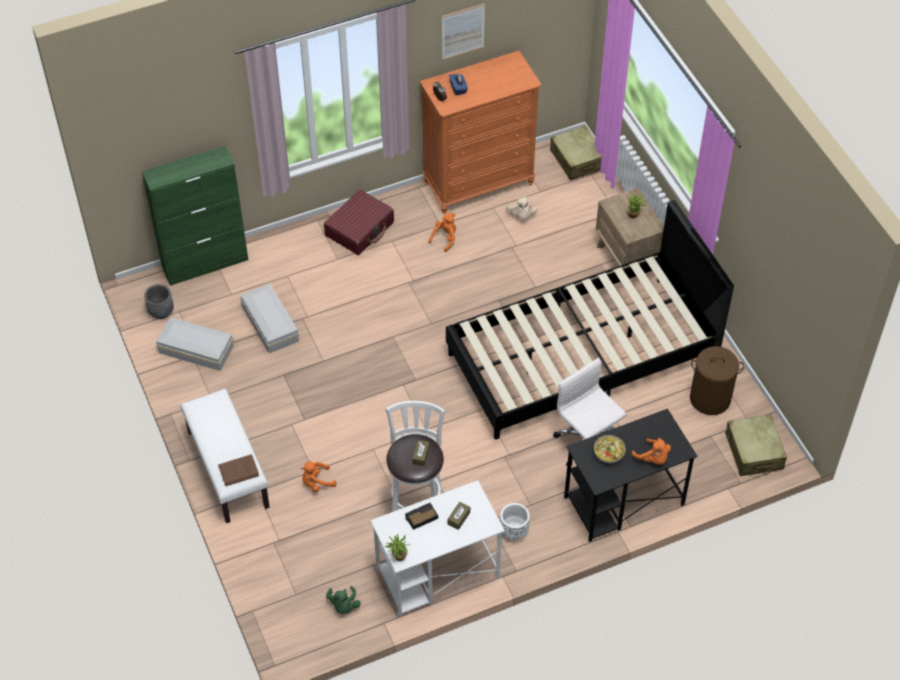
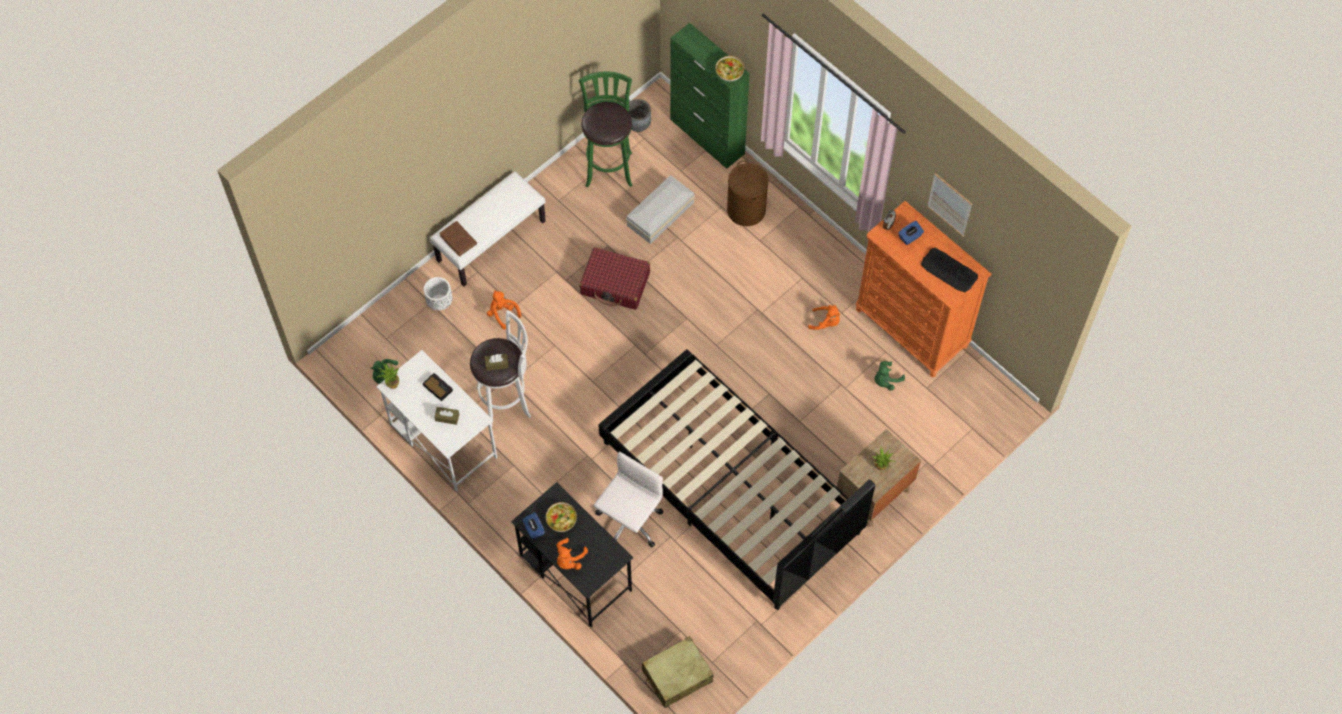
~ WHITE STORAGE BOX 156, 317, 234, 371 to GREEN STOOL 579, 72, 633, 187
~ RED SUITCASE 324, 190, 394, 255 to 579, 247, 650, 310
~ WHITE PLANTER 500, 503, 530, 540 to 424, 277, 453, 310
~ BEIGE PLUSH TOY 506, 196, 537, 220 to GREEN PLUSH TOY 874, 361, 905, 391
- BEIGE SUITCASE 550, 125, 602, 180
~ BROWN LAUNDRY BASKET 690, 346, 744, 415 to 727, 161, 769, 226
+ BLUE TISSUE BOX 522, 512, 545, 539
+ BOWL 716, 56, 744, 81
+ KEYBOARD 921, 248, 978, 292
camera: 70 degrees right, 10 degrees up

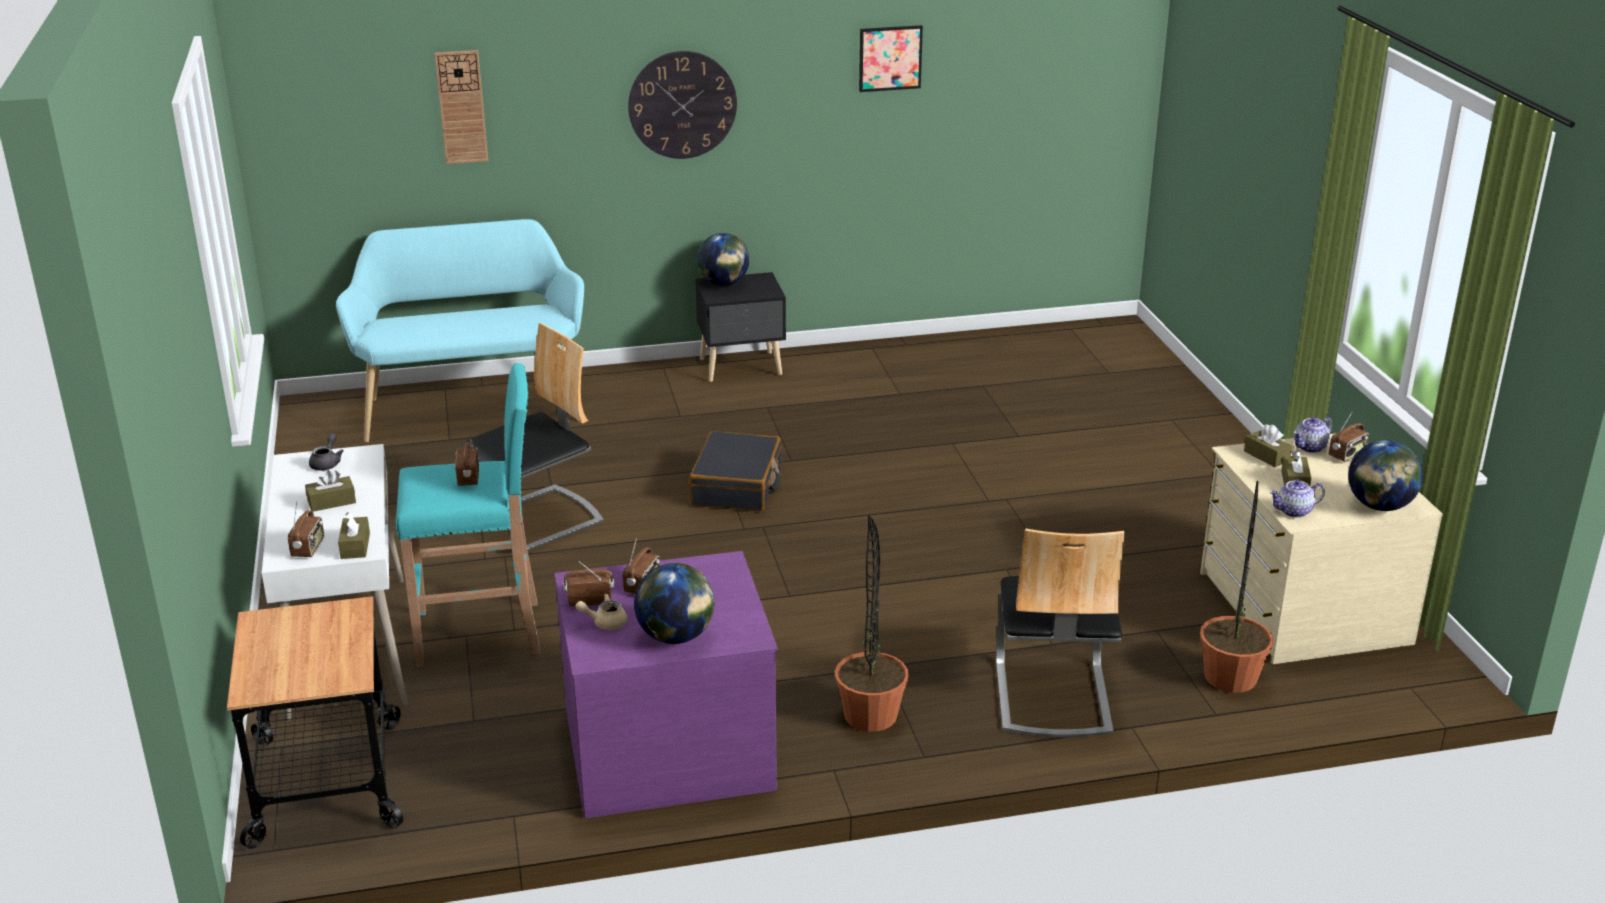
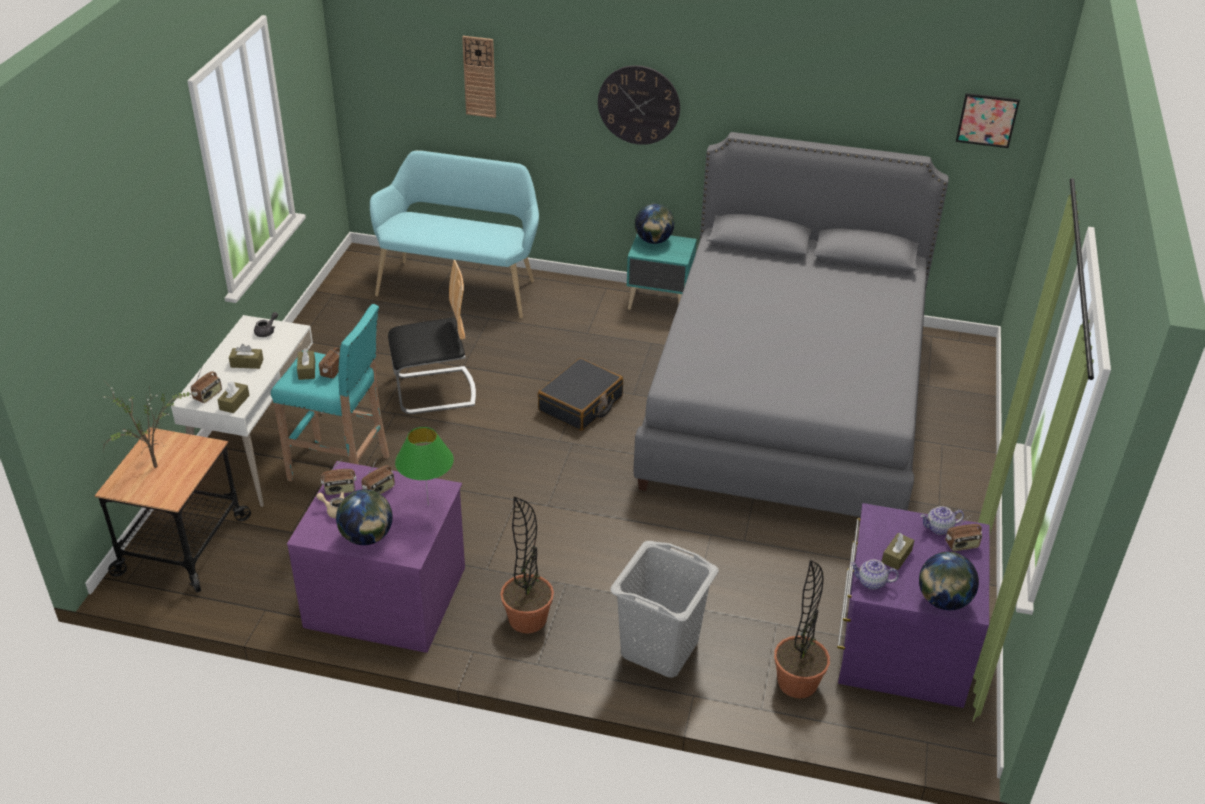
~ RADIO 563, 561, 614, 607 = 321, 459, 356, 495 150 degrees clockwise
~ BLACK NIGHTSTAND 695, 272, 786, 382 to TURQUOISE NIGHTSTAND 627, 234, 697, 310
~ PICTURE 859, 25, 923, 92 to 956, 93, 1020, 148
~ CHAIR 996, 528, 1125, 737 to GREY LAUNDRY BASKET 610, 541, 718, 678
~ BEIGE DRESSER 1200, 433, 1443, 664 to PURPLE DRESSER 837, 503, 990, 708
~ BROWN TISSUE BOX 1244, 424, 1292, 467 to 297, 348, 315, 380
+ POTTED PLANT 103, 386, 195, 468
+ GREEN TABLE LAMP 395, 427, 454, 506
+ GREY BED 633, 132, 949, 517
camera: 25 degrees right, 10 degrees up

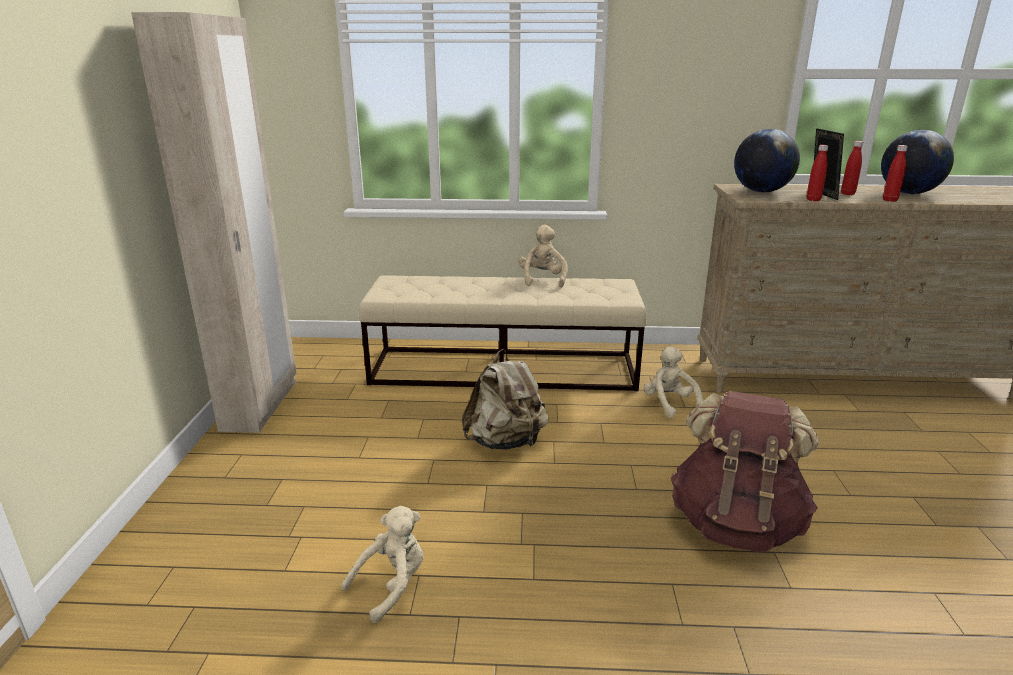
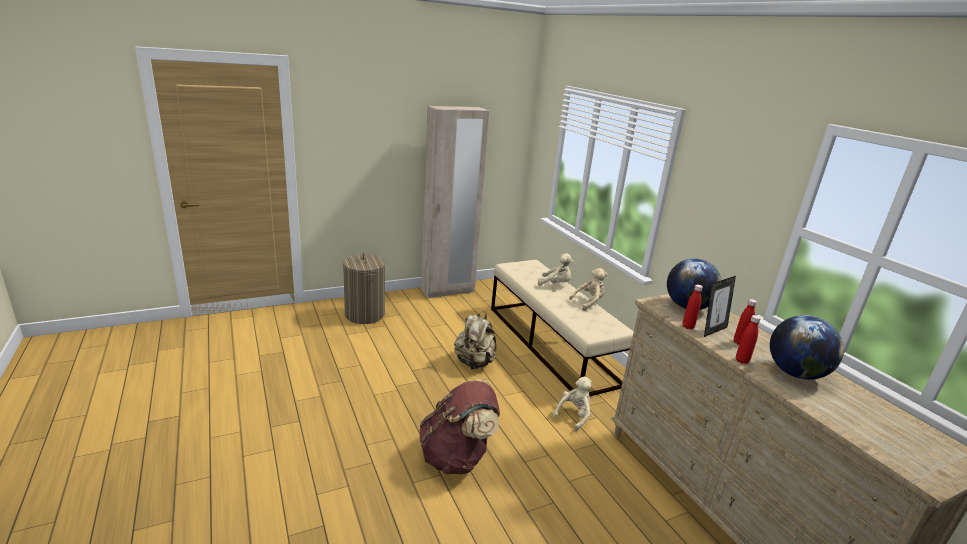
~ BEIGE PLUSH TOY 341, 506, 423, 623 to 538, 253, 573, 286
+ LAUNDRY BASKET 343, 252, 385, 324
camera: 60 degrees right, 0 degrees up

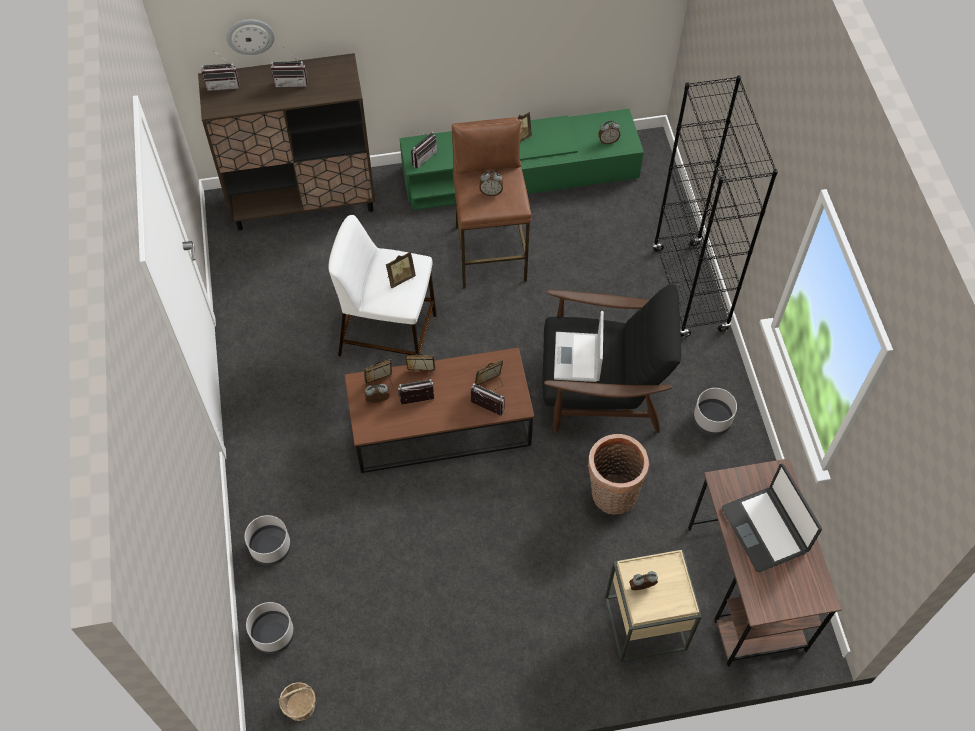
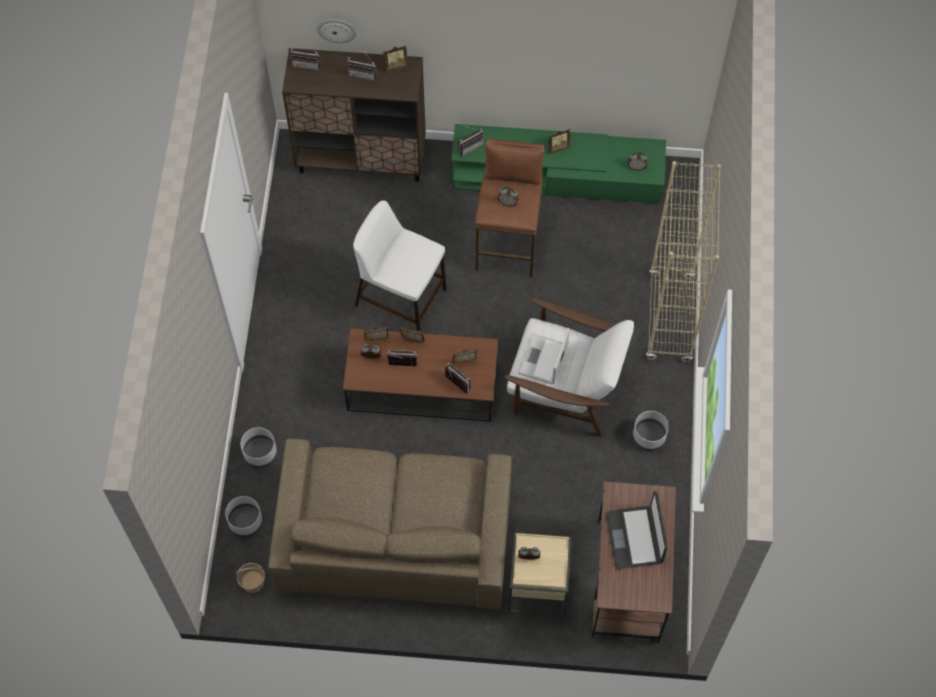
~ PICTURE FRAME 386, 251, 416, 288 to 383, 46, 408, 73
~ BLACK ARMCHAIR 542, 285, 681, 433 to WHITE ARMCHAIR 504, 298, 634, 437
- BASKET 587, 434, 649, 514
~ BLACK BOOKCASE 653, 75, 778, 338 to BEIGE BOOKCASE 646, 161, 721, 363
+ BROWN SOFA 268, 439, 512, 609
camera: 15 degrees right, 5 degrees up

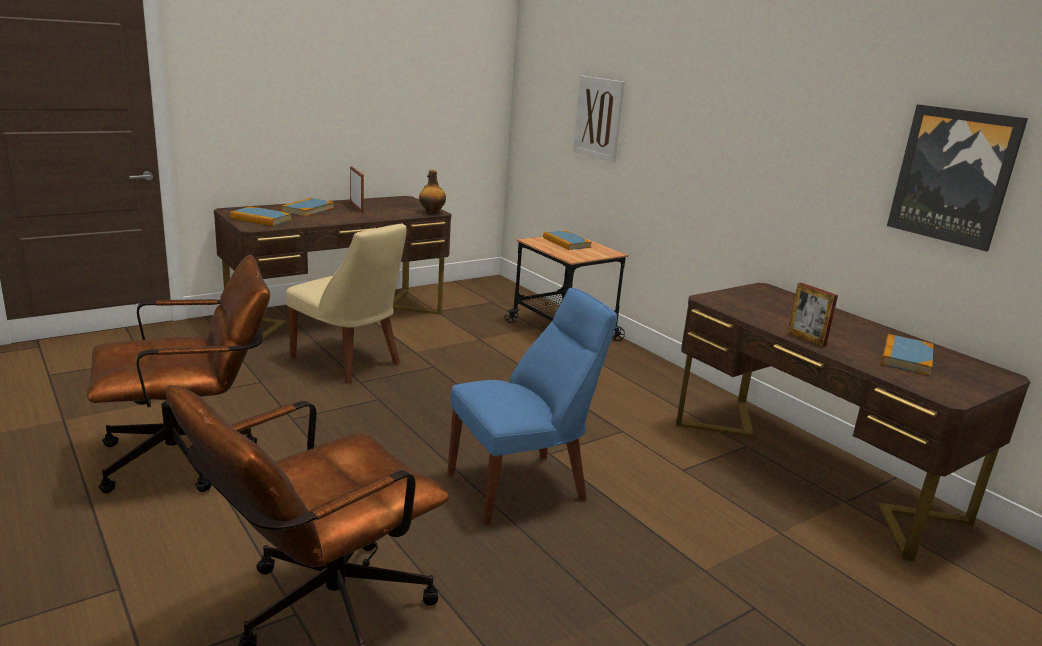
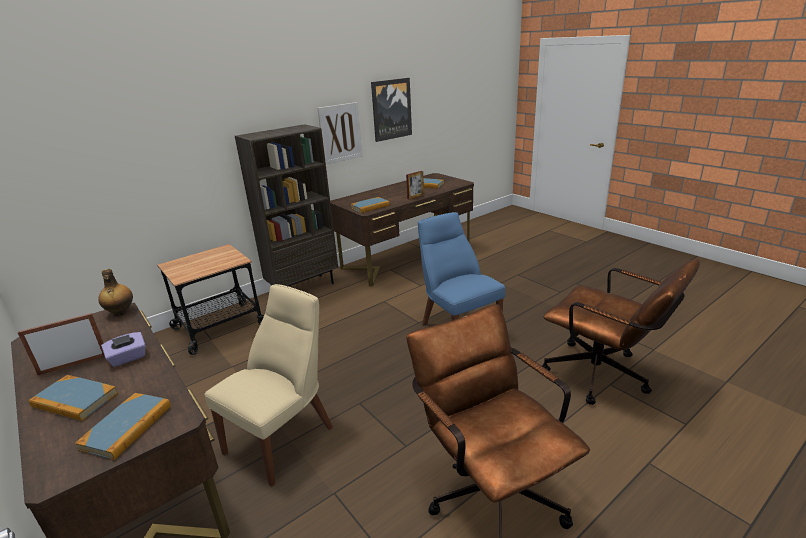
~ BOOK 543, 231, 592, 250 to 351, 197, 390, 213
~ PICTURE 573, 76, 625, 162 to 317, 102, 362, 164
+ PURPLE TISSUE BOX 101, 332, 145, 367
+ BROWN BOOKCASE 235, 124, 338, 286
camera: 90 degrees left, 5 degrees up

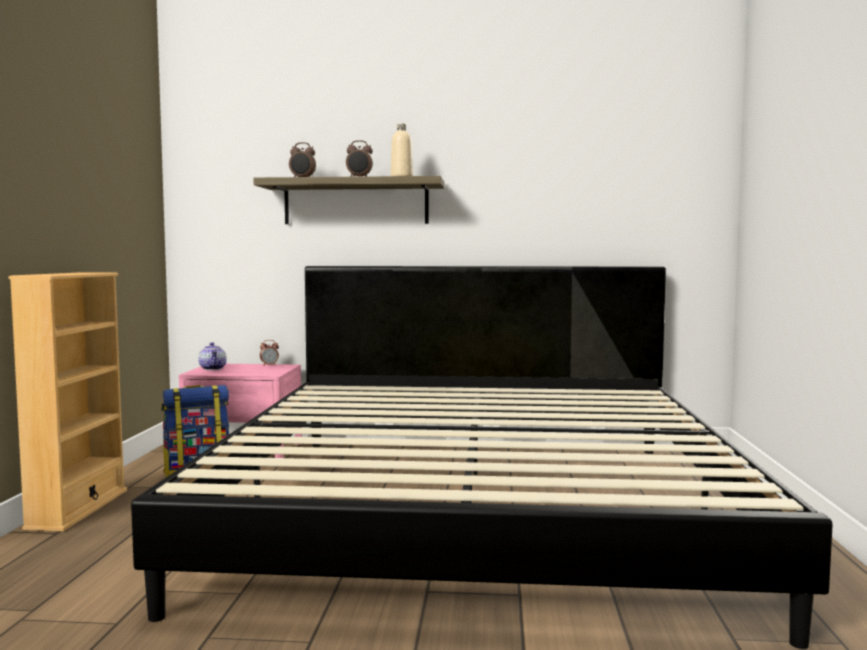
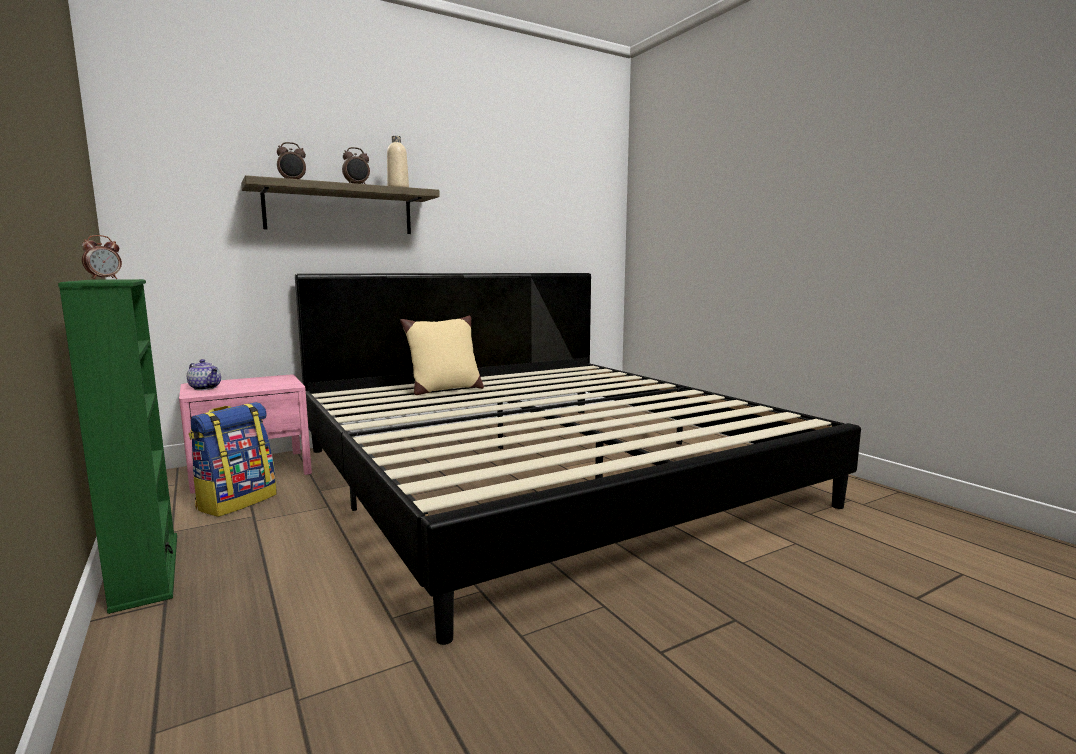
~ BEIGE BOOKCASE 9, 272, 127, 532 to GREEN BOOKCASE 58, 279, 177, 614
~ ALARM CLOCK 260, 340, 279, 366 to 82, 235, 122, 279
+ BEIGE PILLOW 400, 316, 484, 395
camera: 35 degrees left, 5 degrees up

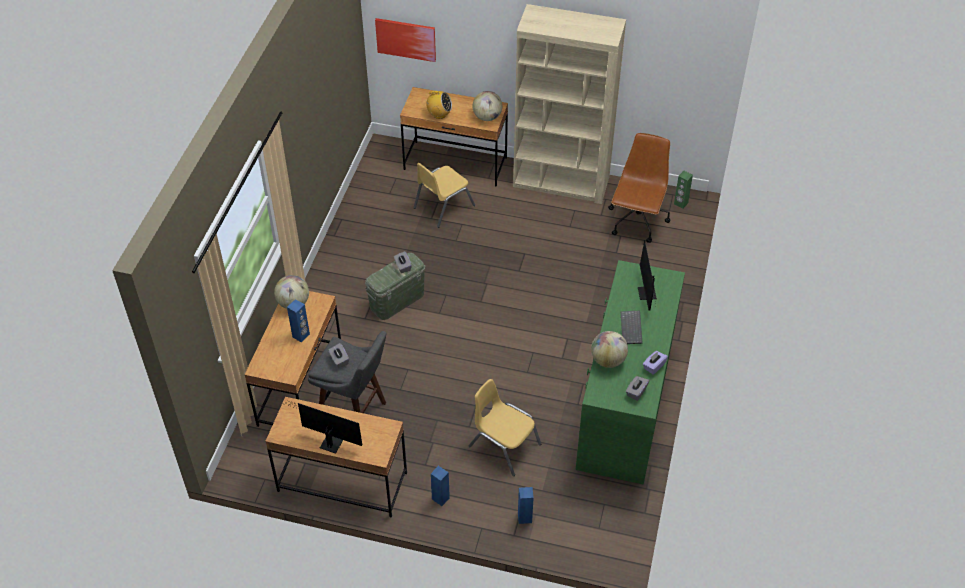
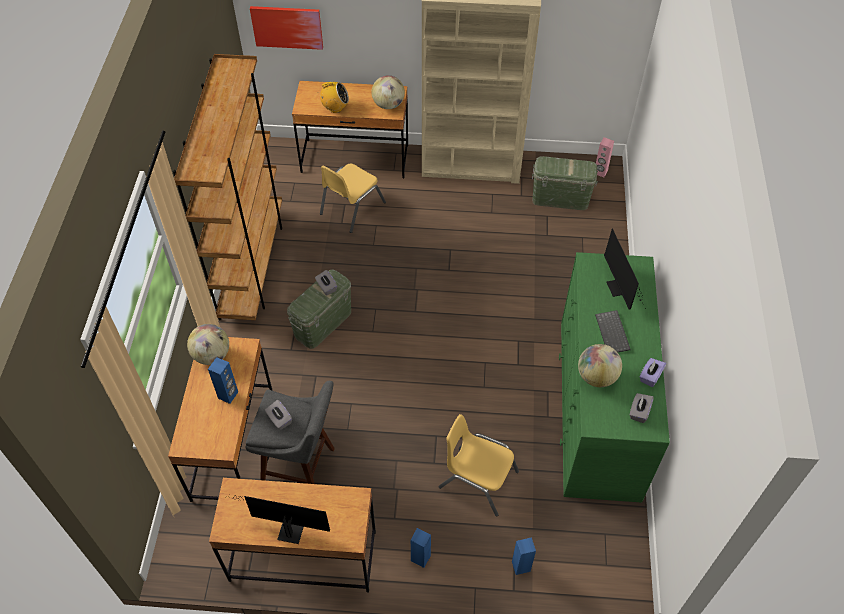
~ BROWN OFFICE CHAIR 608, 133, 671, 243 to GREEN STORAGE BOX 532, 156, 598, 210
~ GREEN SPEAKER 674, 171, 693, 208 to PINK SPEAKER 596, 137, 614, 177
+ BROWN BOOKCASE 173, 54, 282, 320
camera: 10 degrees left, 5 degrees up

